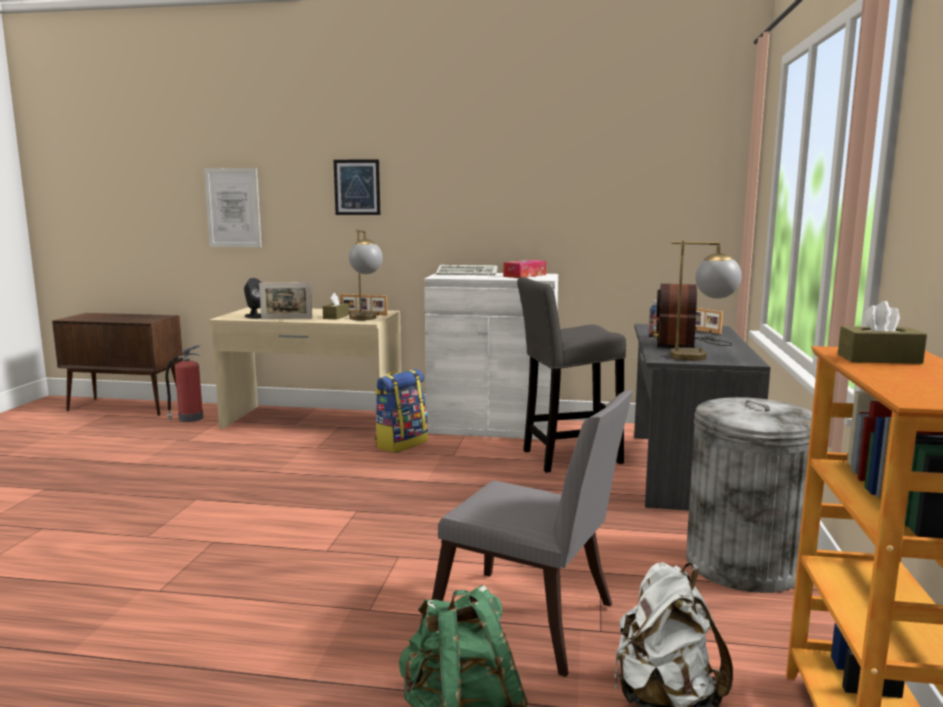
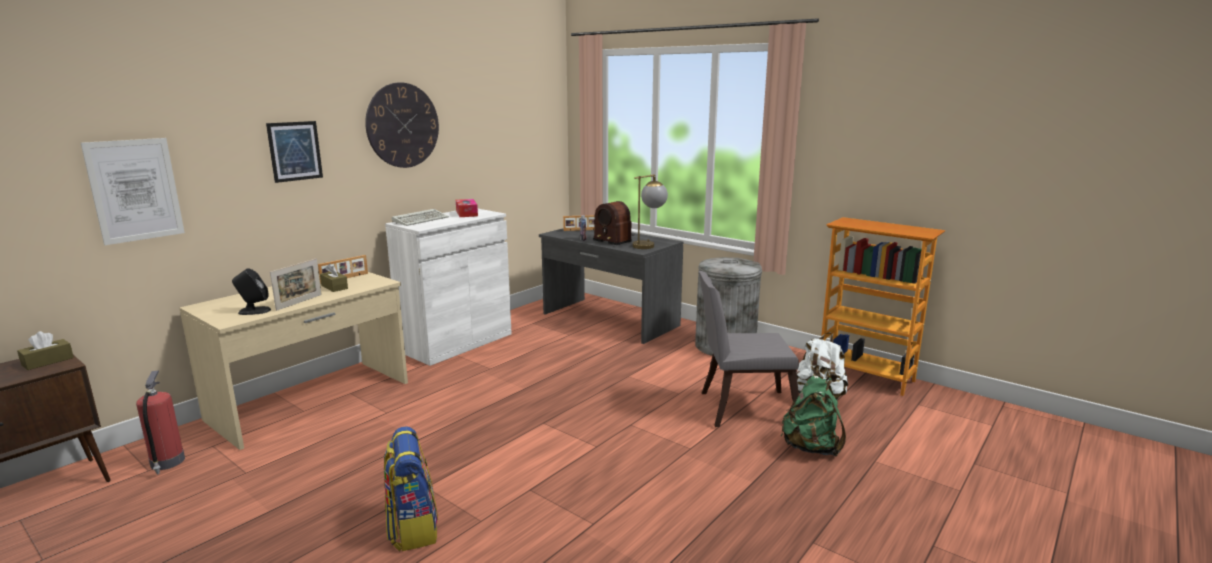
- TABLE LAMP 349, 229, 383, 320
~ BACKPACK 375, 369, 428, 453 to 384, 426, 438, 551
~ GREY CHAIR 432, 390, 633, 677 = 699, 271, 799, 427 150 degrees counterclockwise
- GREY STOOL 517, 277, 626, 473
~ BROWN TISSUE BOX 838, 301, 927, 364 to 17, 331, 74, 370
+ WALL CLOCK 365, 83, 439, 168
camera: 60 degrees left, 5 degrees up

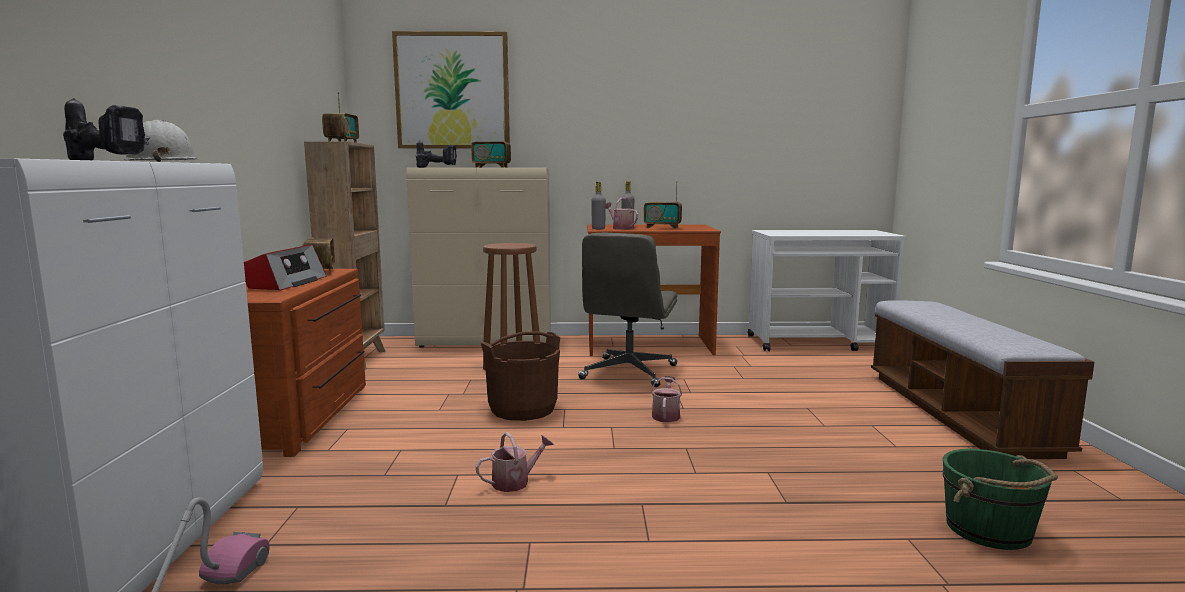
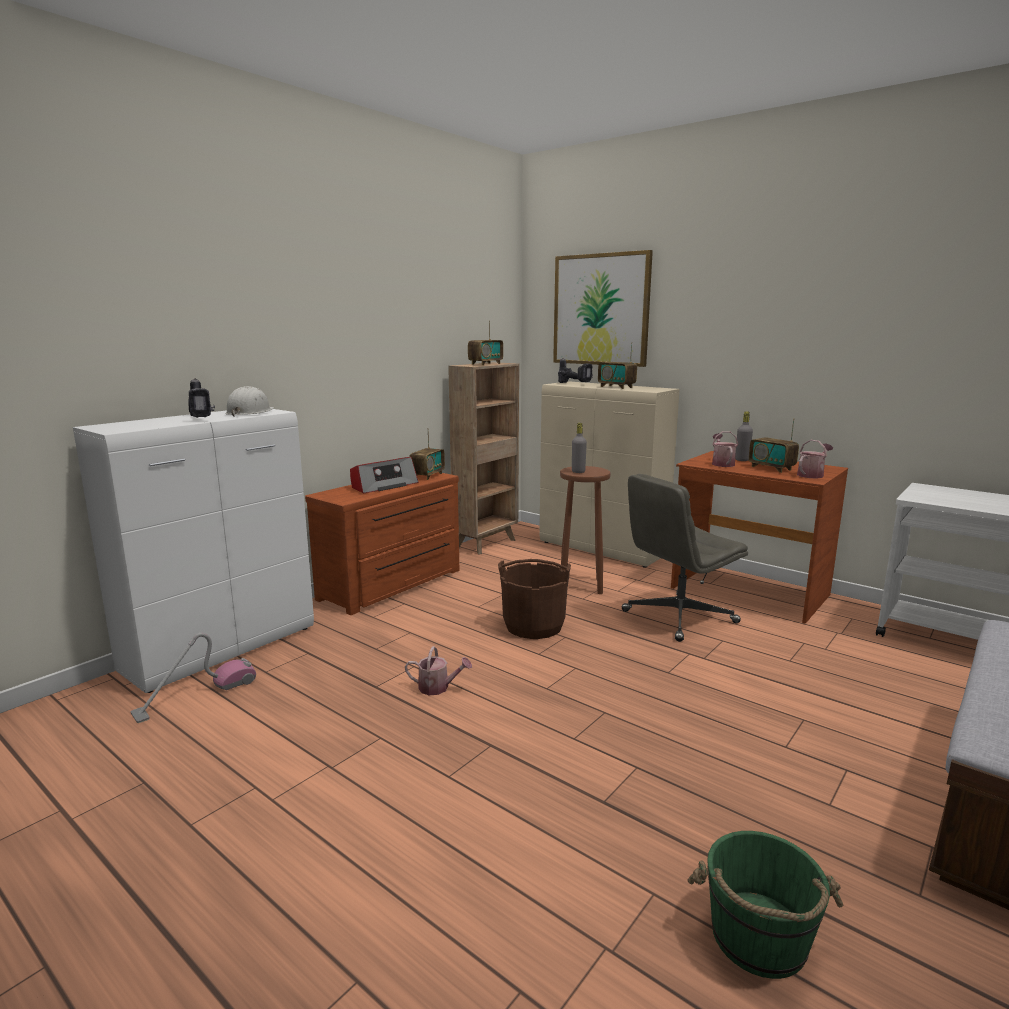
~ GREY BOTTLE 591, 182, 606, 229 to 572, 423, 587, 473
~ WATERING CAN 651, 376, 682, 422 to 797, 440, 833, 479
camera: 40 degrees right, 5 degrees up

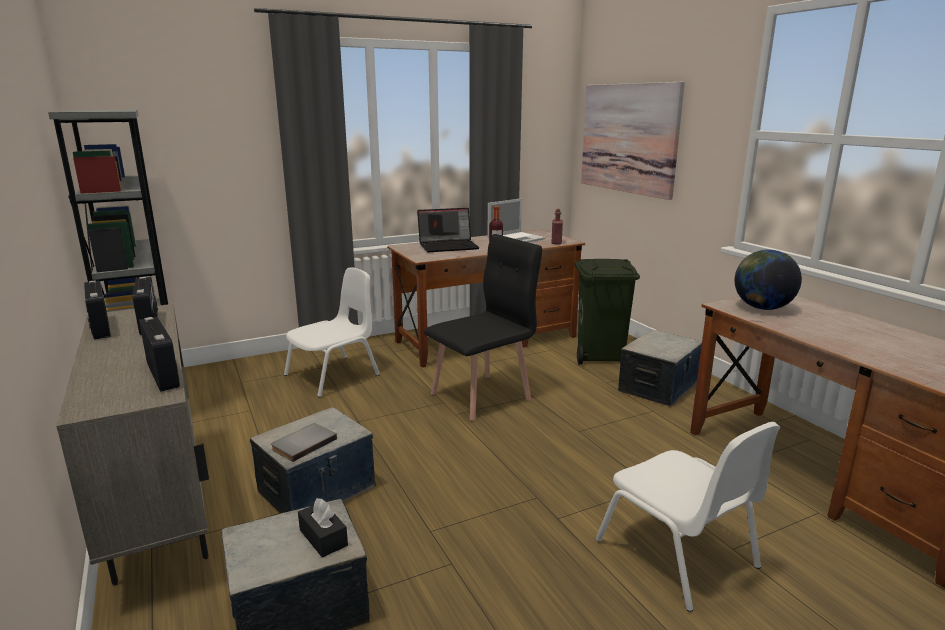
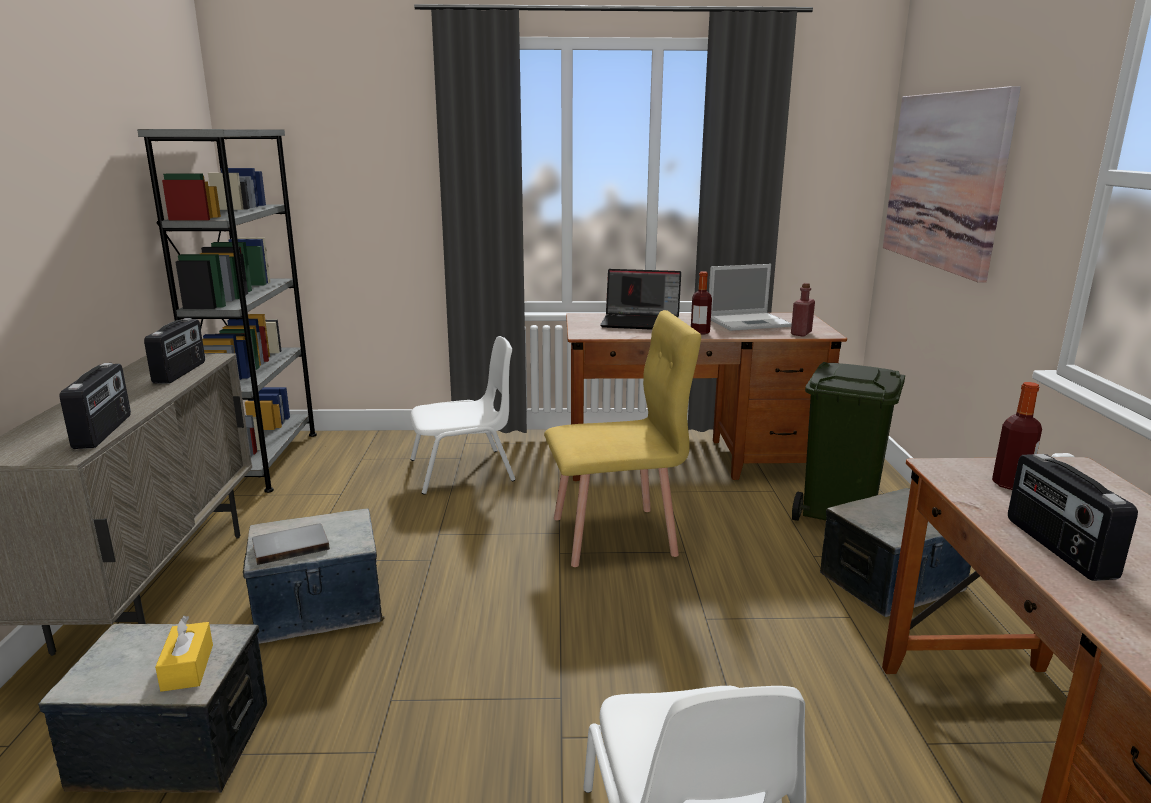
~ RADIO 84, 280, 111, 340 to 1008, 454, 1138, 581
~ BLACK TISSUE BOX 298, 498, 348, 558 to YELLOW TISSUE BOX 155, 616, 213, 692
~ BLACK CHAIR 424, 234, 542, 421 to YELLOW CHAIR 544, 310, 701, 567
~ GLOBE 735, 250, 802, 310 to BOTTLE 992, 382, 1042, 490
camera: 25 degrees right, 0 degrees up

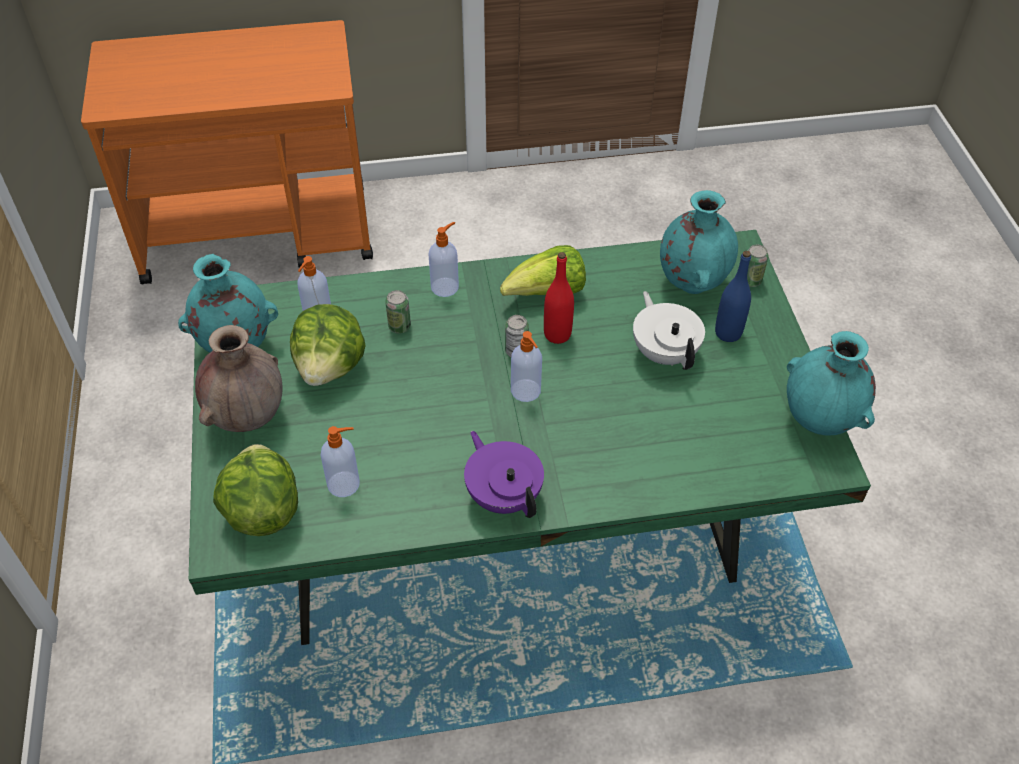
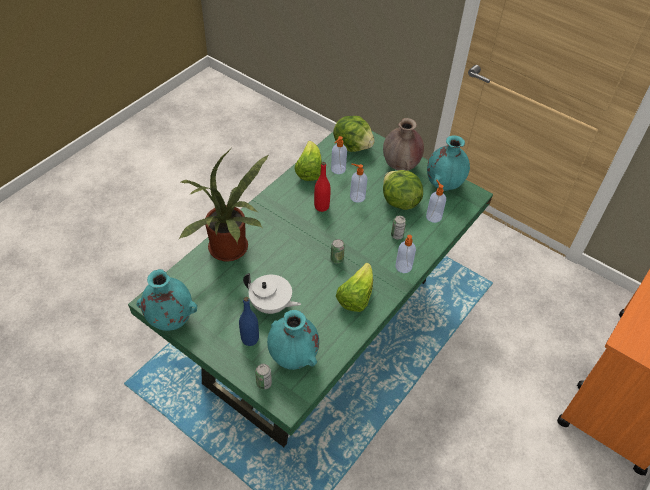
- PURPLE TEAPOT 464, 431, 544, 518
~ SOAP DISPENSER 511, 331, 542, 402 to 350, 164, 367, 203
~ RED BOTTLE 544, 252, 574, 344 to 314, 162, 331, 212
+ POTTED PLANT 179, 150, 268, 262
+ LETTUCE 294, 141, 322, 181
camera: 135 degrees right, 0 degrees up

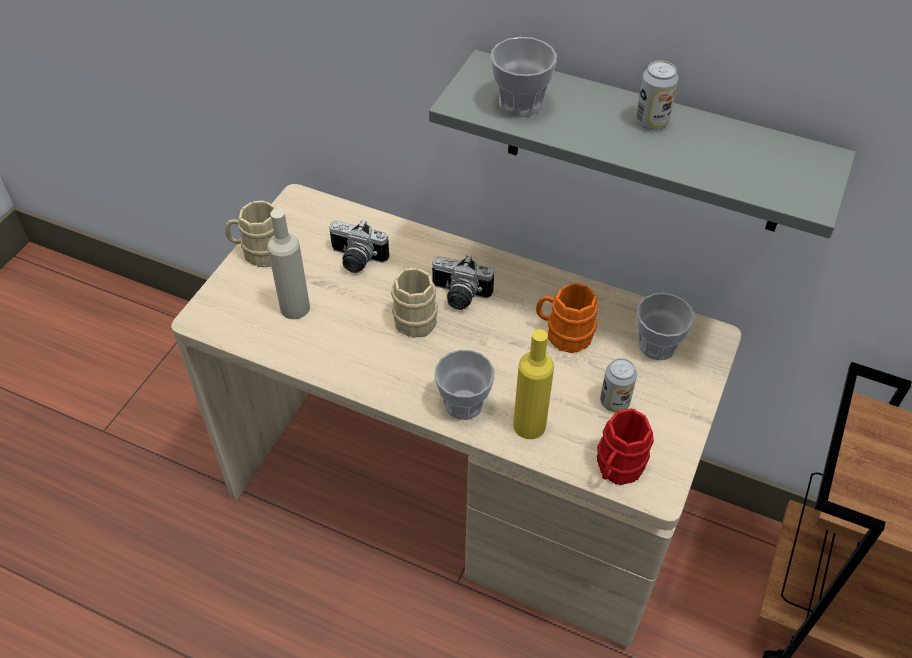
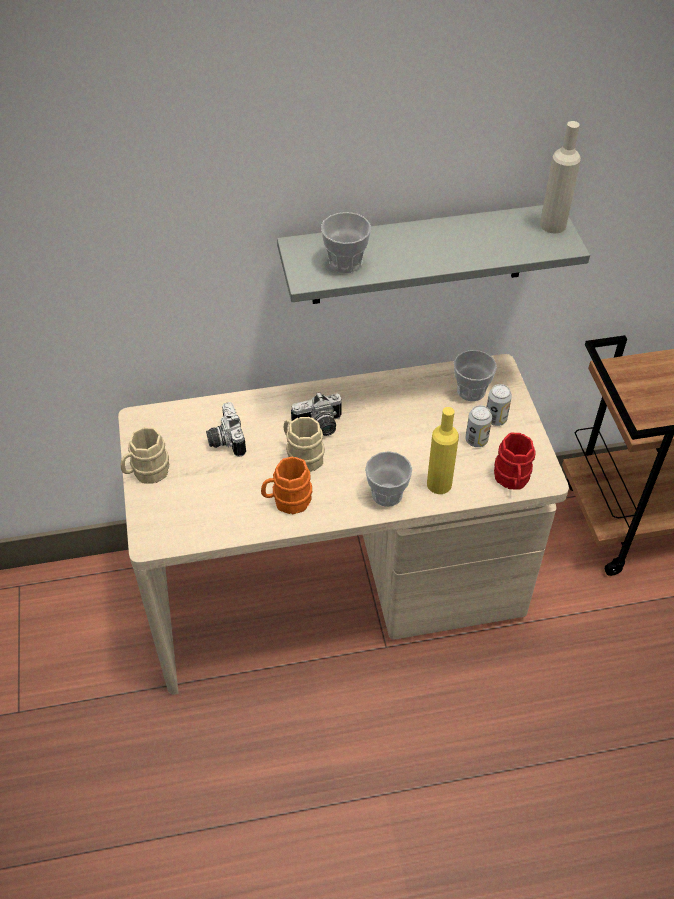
~ BEIGE BOTTLE 267, 208, 310, 319 to 540, 121, 581, 234
~ PHOTO CAMERA 329, 220, 389, 273 = 206, 402, 246, 457 90 degrees clockwise
~ ORANGE MUG 536, 283, 598, 353 to 261, 457, 312, 514
~ CAN 635, 61, 678, 130 to 487, 384, 512, 426
camera: 35 degrees left, 0 degrees up

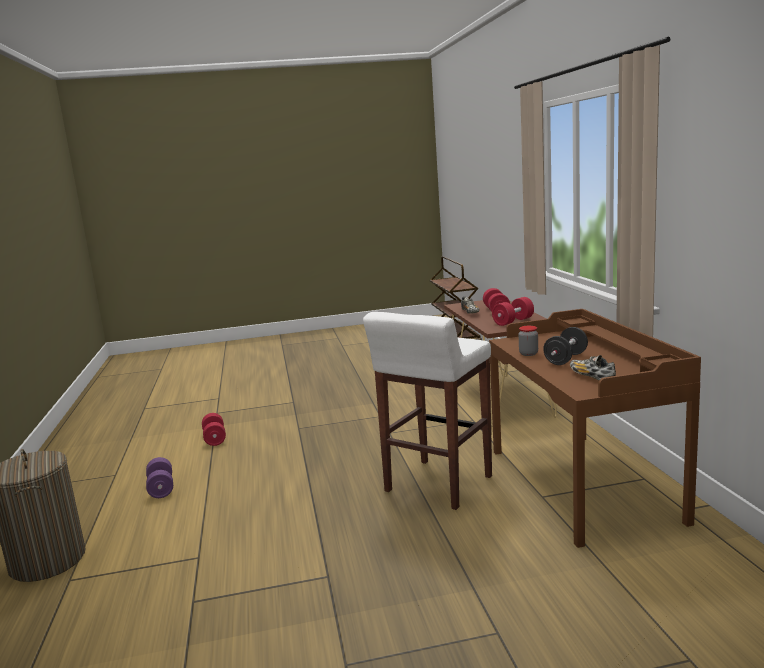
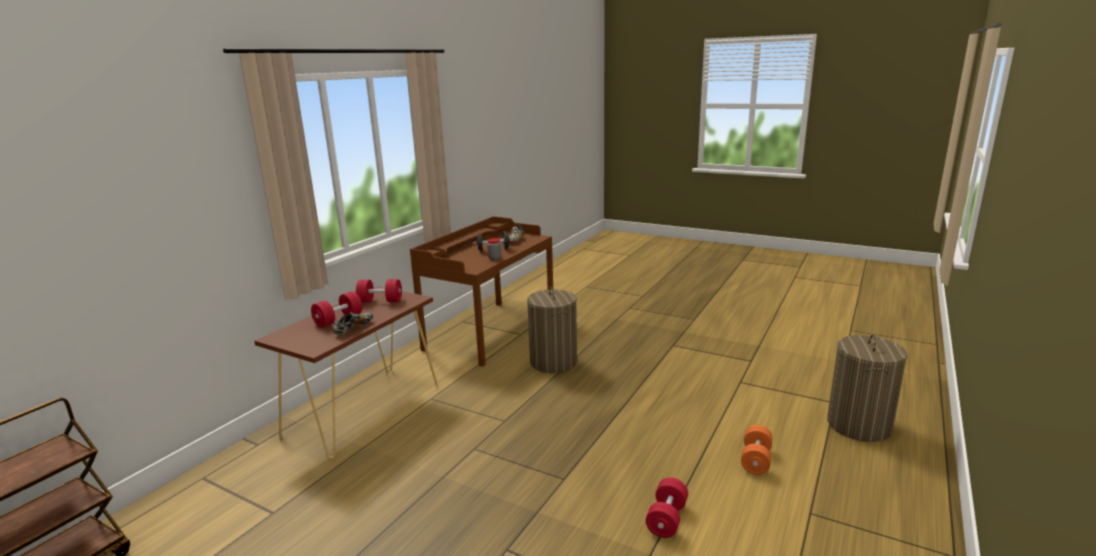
~ PURPLE DUMBBELL 146, 457, 173, 498 to ORANGE DUMBBELL 741, 425, 772, 475
~ WHITE STOOL 363, 312, 492, 510 to LAUNDRY BASKET 527, 287, 577, 373
camera: 140 degrees left, 5 degrees up

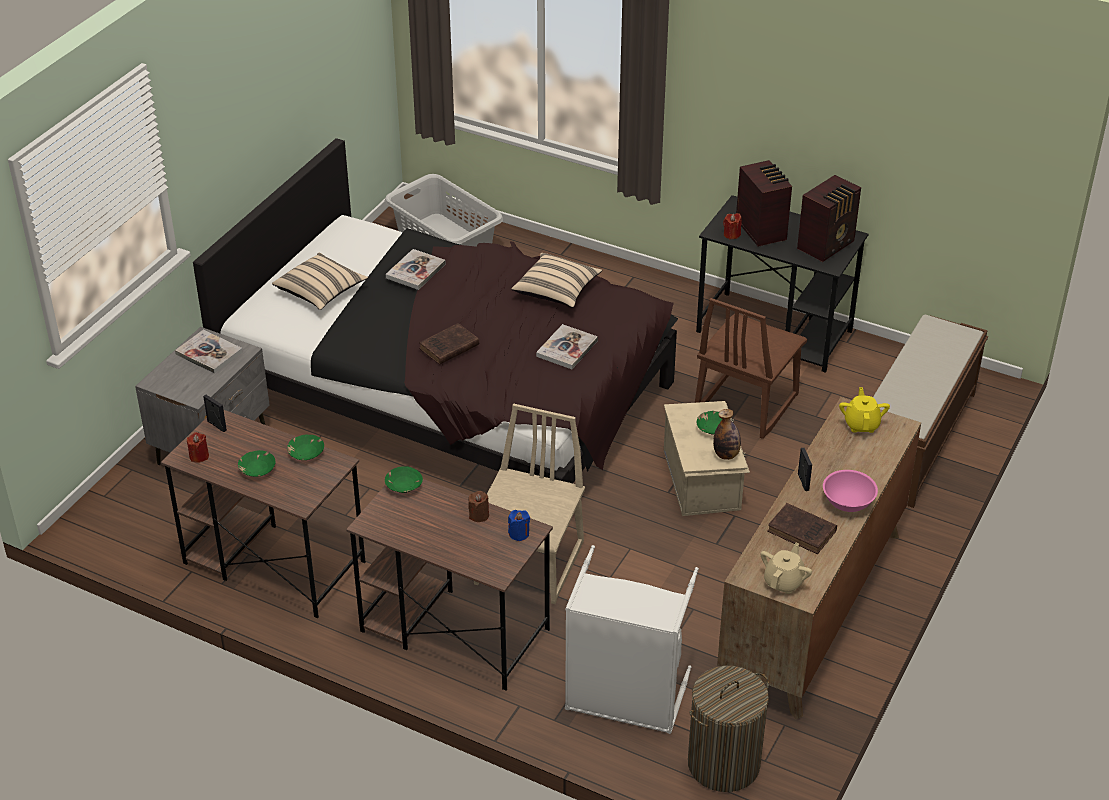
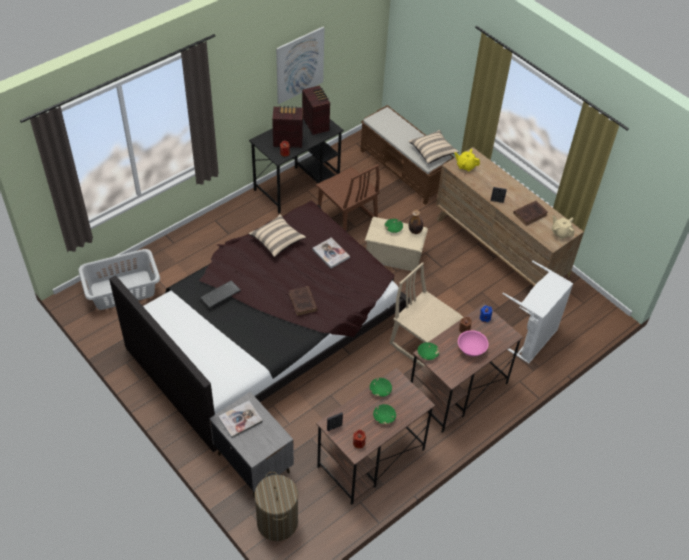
~ BEIGE PILLOW 272, 252, 368, 310 to 409, 130, 459, 164
~ BOOK 386, 249, 446, 290 to KEYBOARD 200, 280, 241, 308
~ LAUNDRY BASKET 688, 666, 769, 792 to 254, 472, 298, 541
~ PINK BOWL 823, 470, 878, 512 to 458, 330, 488, 357
+ PICTURE 276, 27, 324, 104
camera: 70 degrees left, 10 degrees up

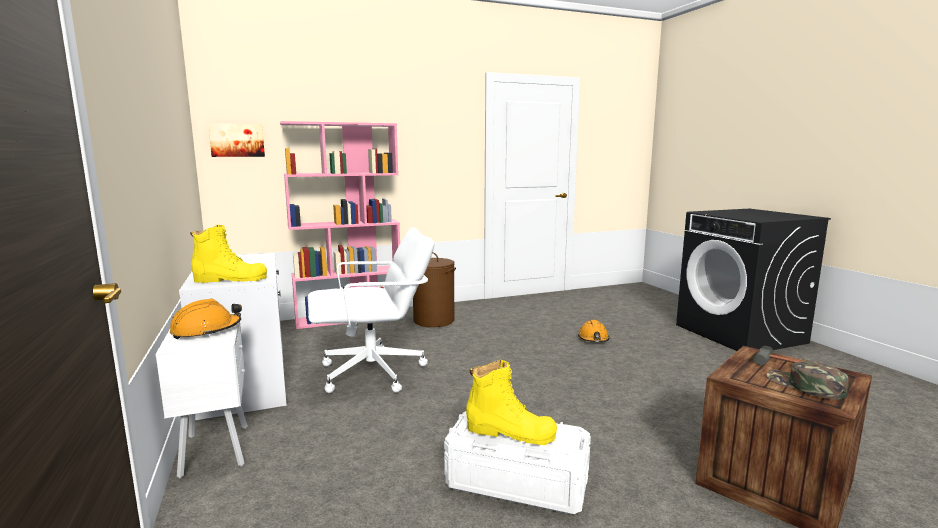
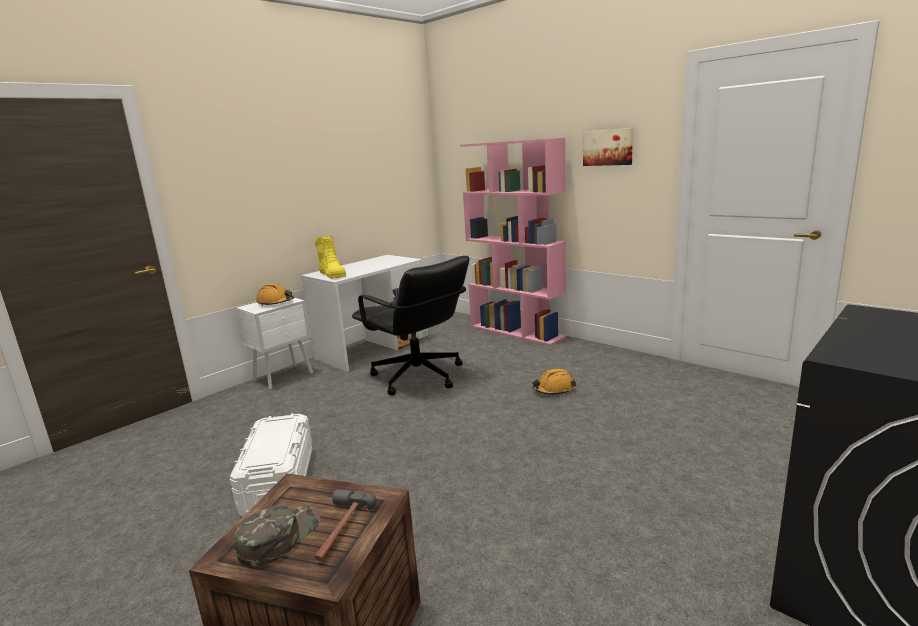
~ PICTURE 208, 123, 265, 157 to 583, 128, 633, 166
~ WHITE OFFICE CHAIR 308, 227, 434, 393 to BLACK OFFICE CHAIR 352, 256, 469, 395
- BROWN LAUNDRY BASKET 413, 252, 456, 327
- YELLOW BOOT 466, 360, 557, 445
~ ORANGE HARD HAT 578, 320, 609, 342 to 532, 369, 576, 395
camera: 65 degrees right, 5 degrees up

